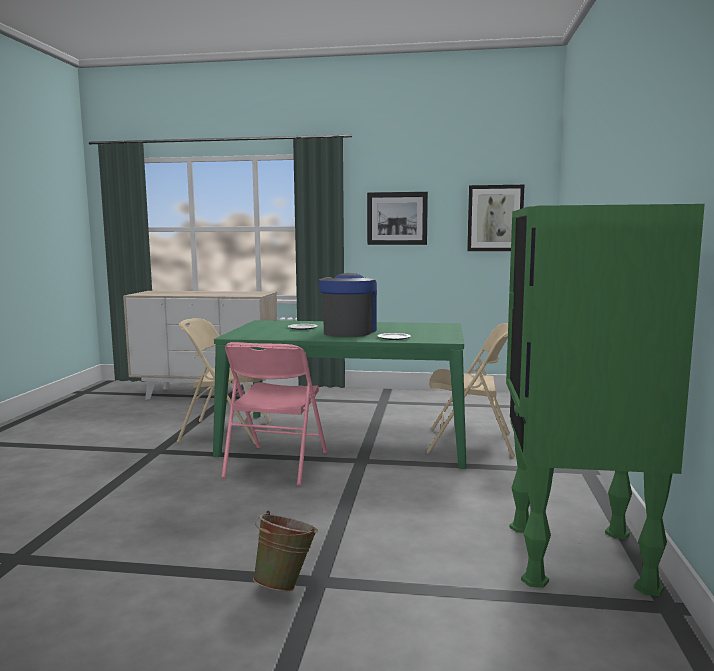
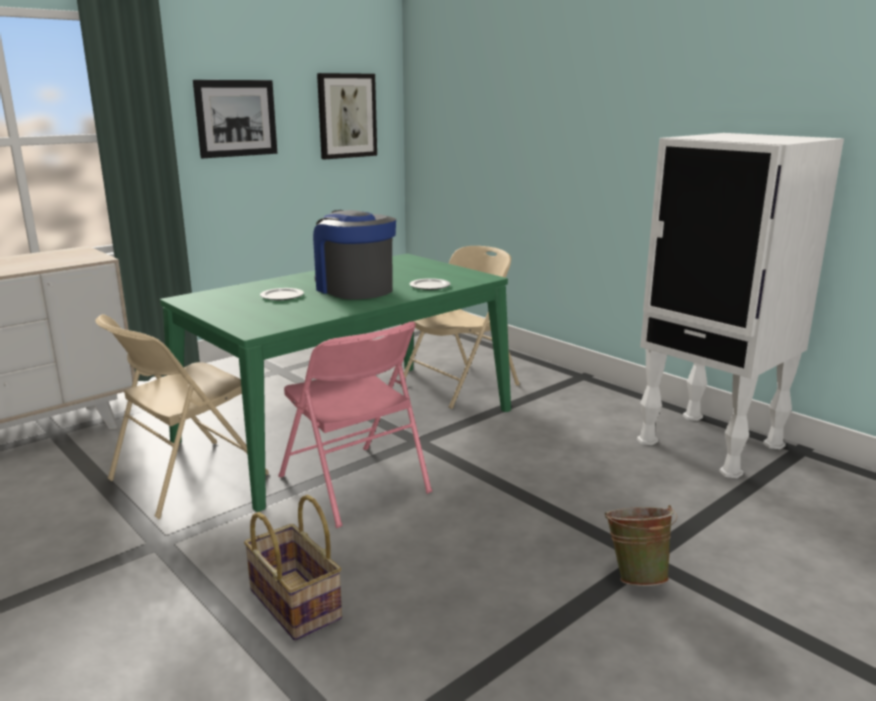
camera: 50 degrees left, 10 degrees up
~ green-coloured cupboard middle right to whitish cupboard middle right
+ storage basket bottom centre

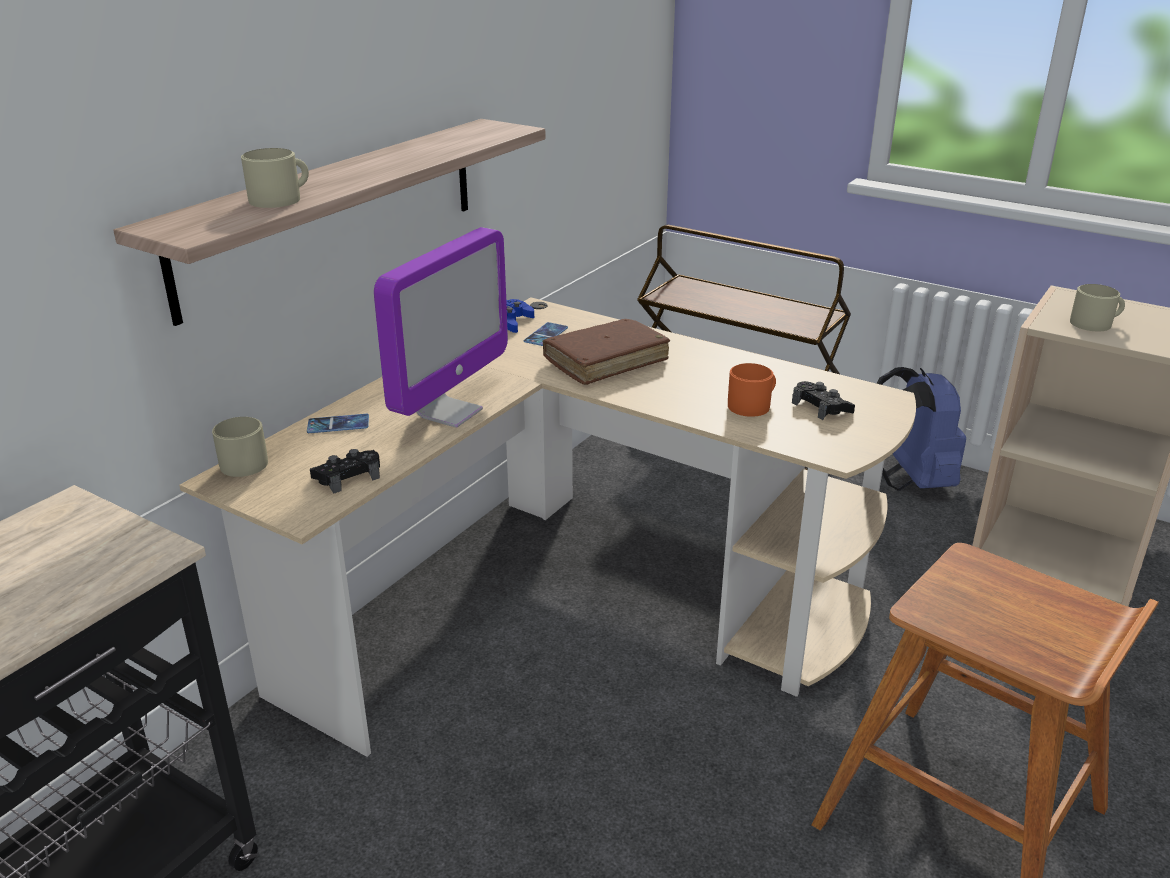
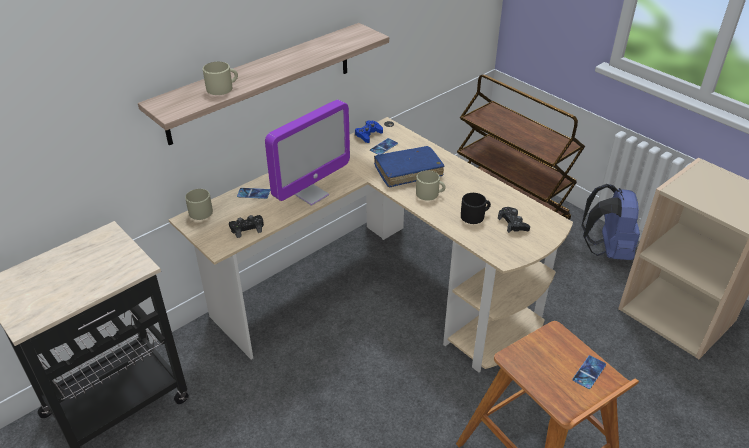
camera: 15 degrees right, 10 degrees up
~ brown-coloured bound book centre to blue-coloured bound book centre
~ orange coffee mug centre to black-coloured coffee mug centre
~ sand-coloured coffee mug (no. 3 from left) middle right to centre
+ telephone (no. 3 from left) bottom right

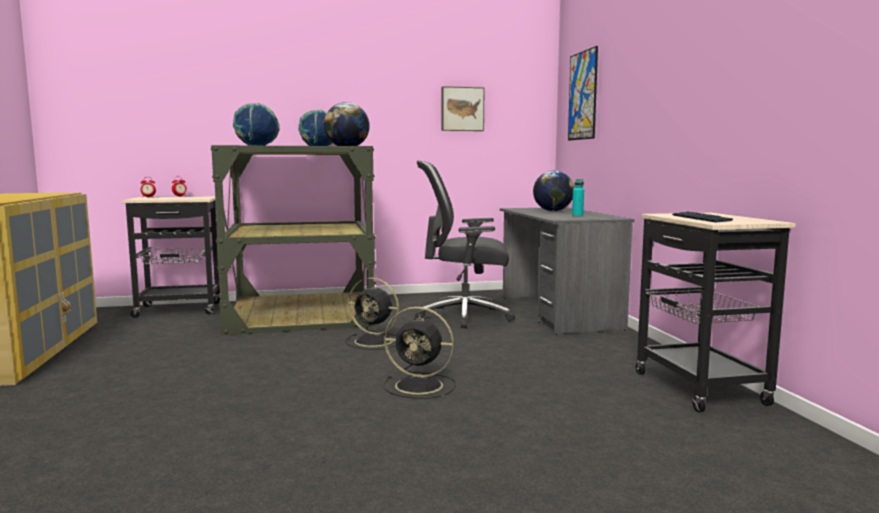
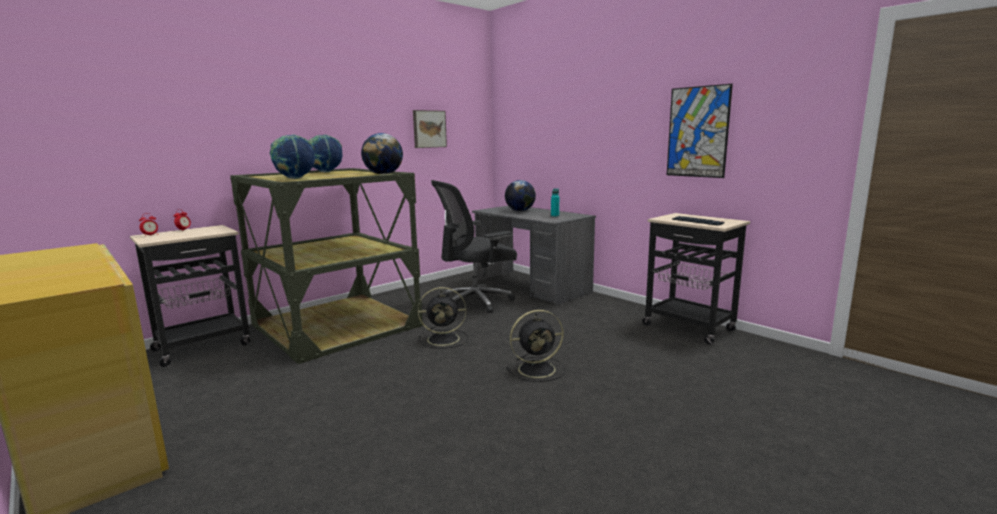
camera: 30 degrees left, 5 degrees up
~ picture (no. 2 from left) top centre to top right

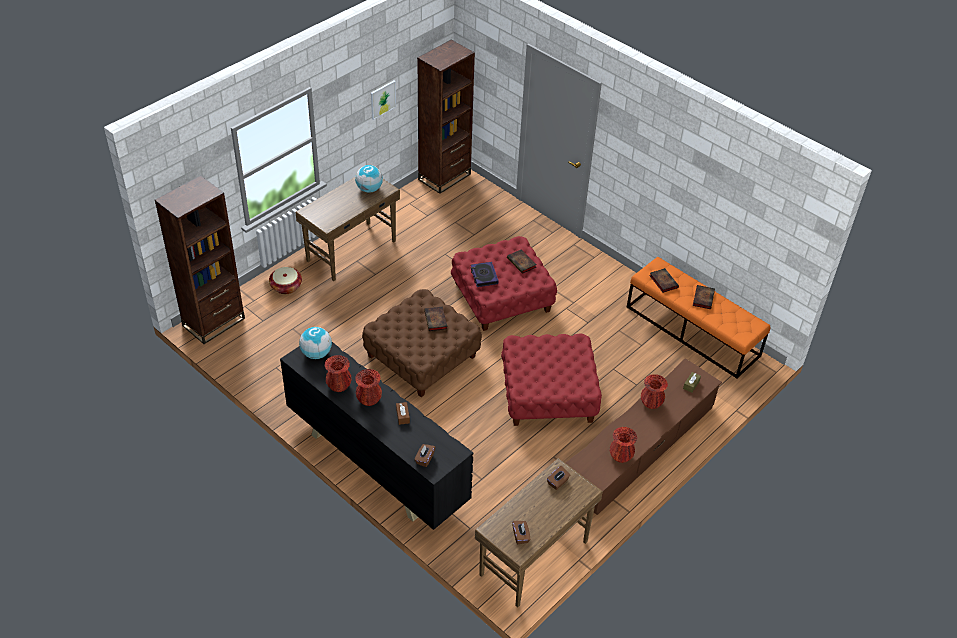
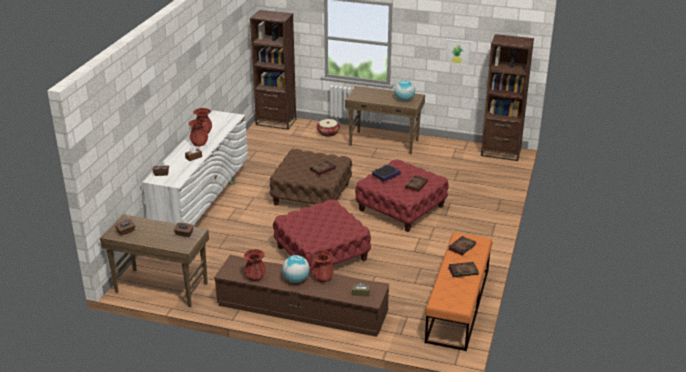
camera: 65 degrees right, 15 degrees down
~ black-coloured cupboard bottom centre to whitish cupboard middle left
~ globe (no. 1 from left) middle left to bottom centre

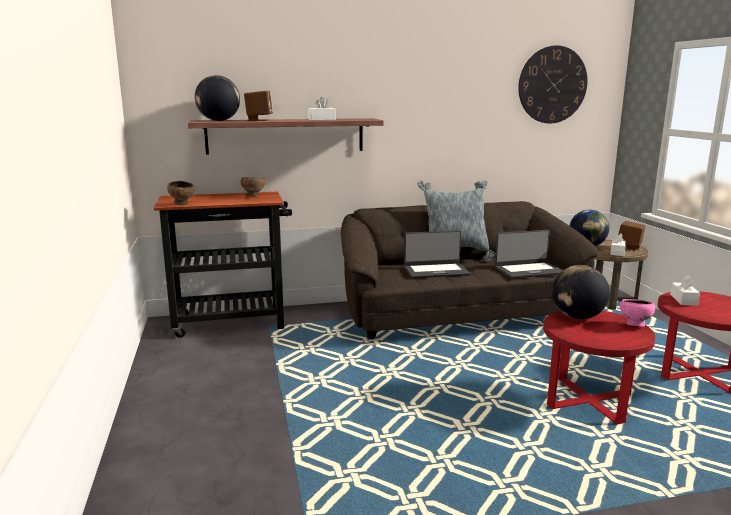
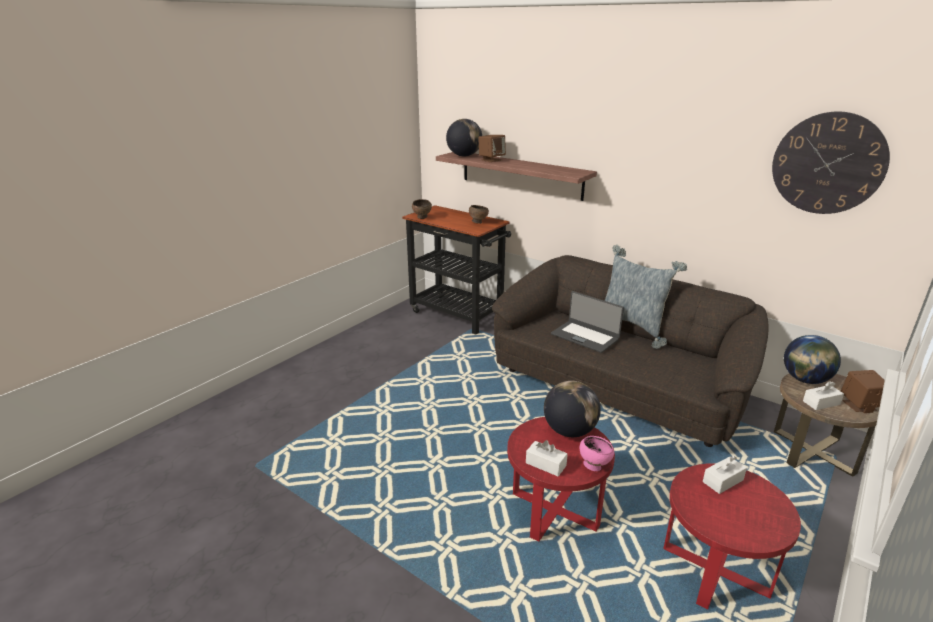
camera: 50 degrees right, 10 degrees up
~ whitish tissue box (no. 1 from left) top centre to bottom centre
- portable computer (no. 2 from left) middle right

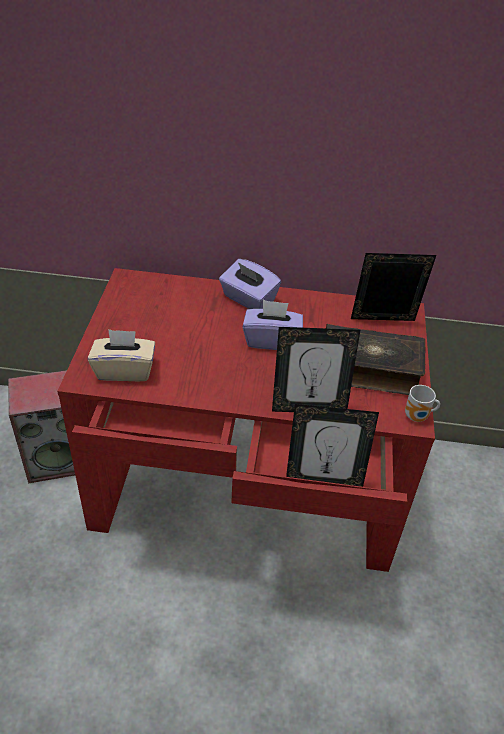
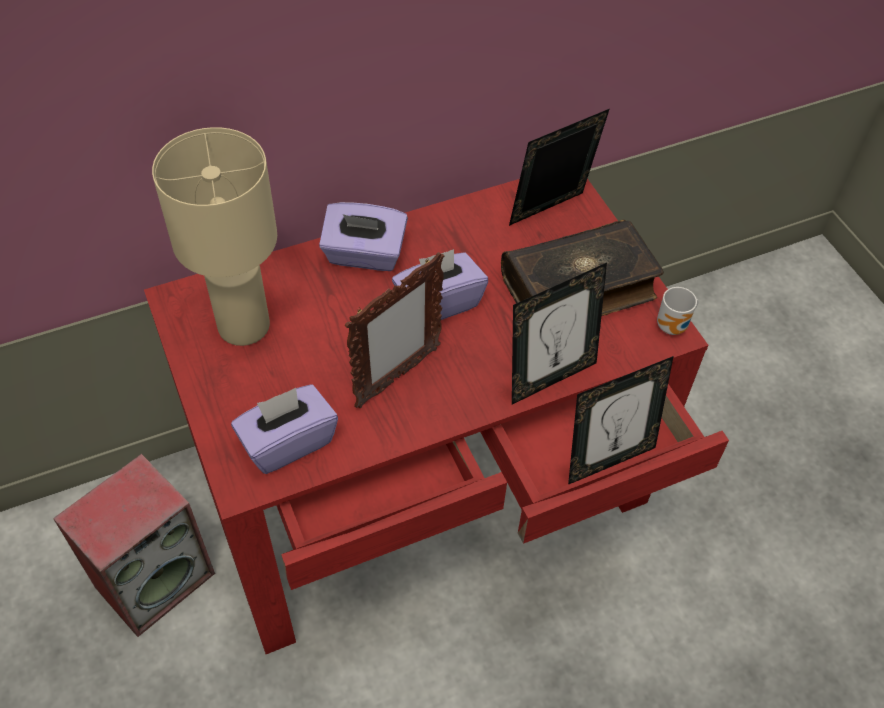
camera: 30 degrees left, 10 degrees up
~ sand-coloured tissue box middle left to purplish tissue box (no. 1 from left) middle left
+ sand-coloured tabletop lamp middle left
+ picture frame (no. 1 from left) centre

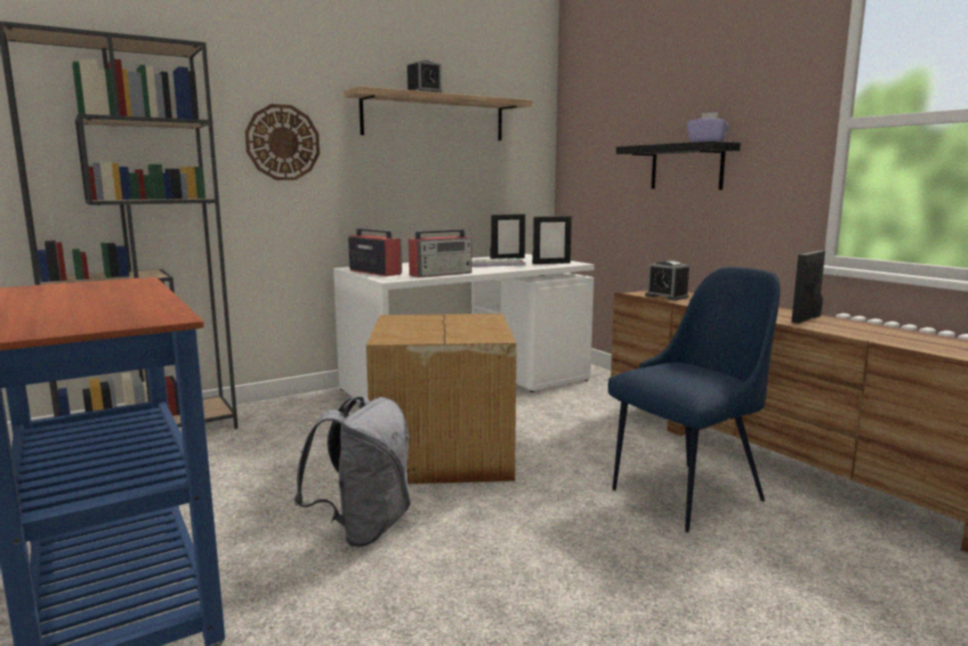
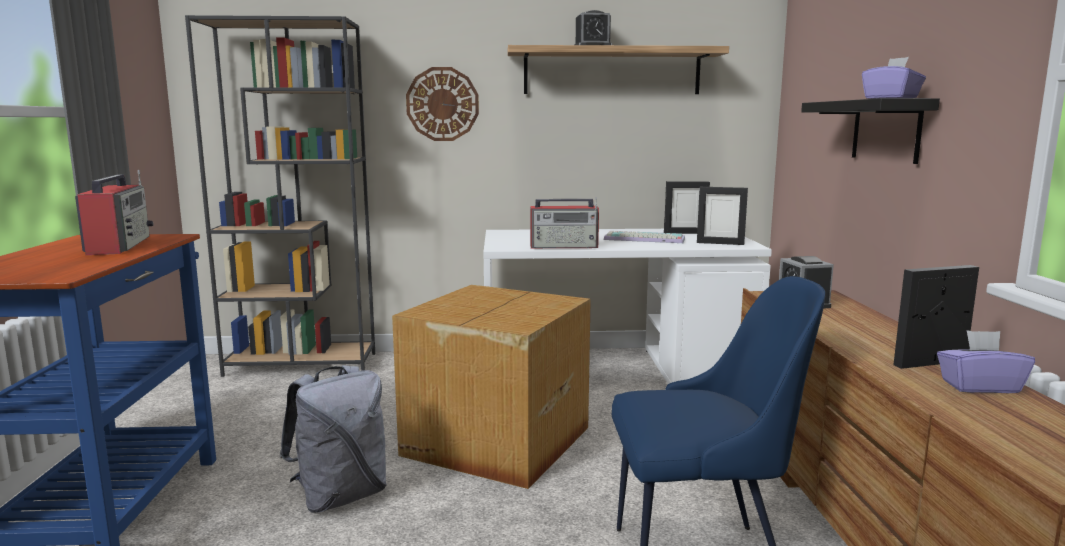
camera: 30 degrees right, 0 degrees up
~ radio receiver (no. 1 from left) centre to middle left
+ purplish tissue box (no. 2 from left) middle right

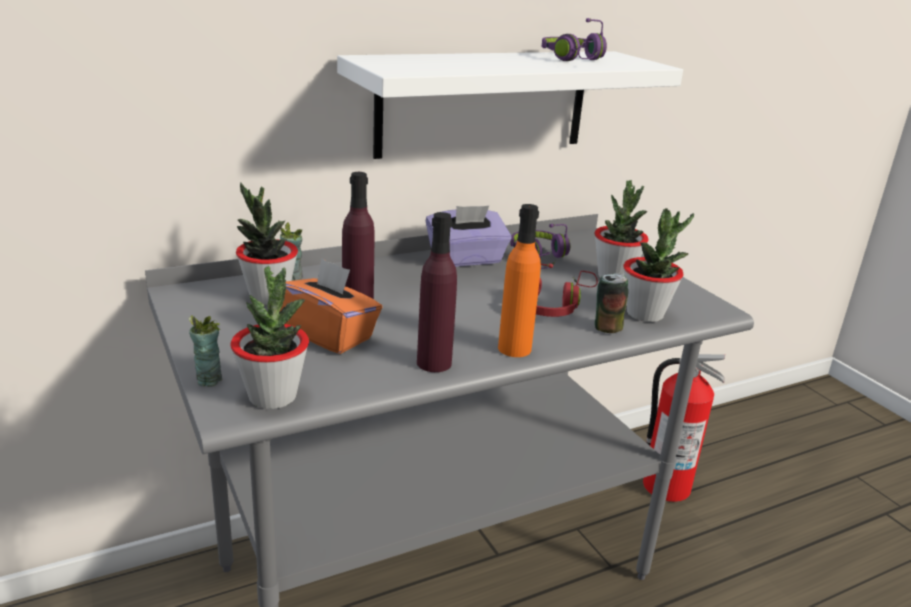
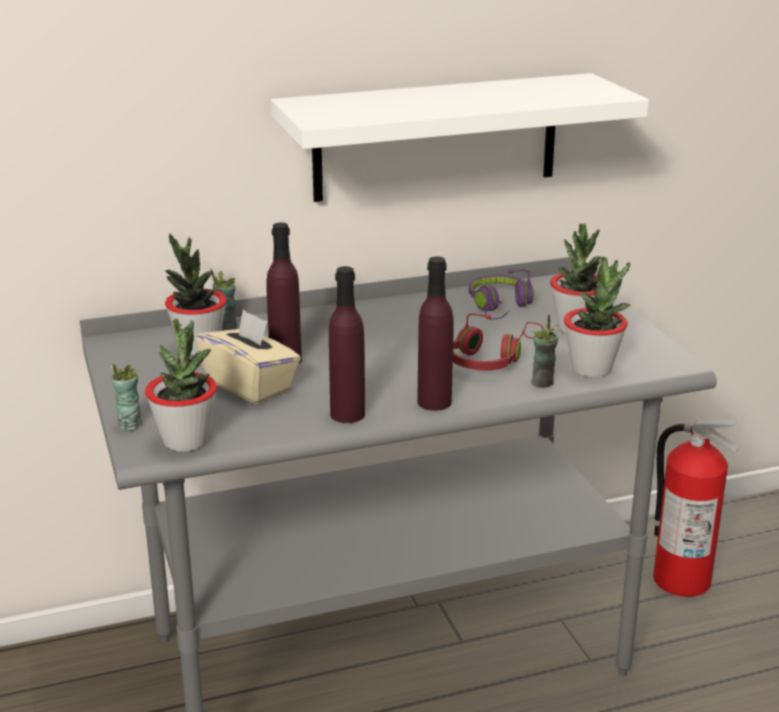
camera: 10 degrees right, 0 degrees up
~ orange tissue box centre to sand-coloured tissue box middle left
- purplish tissue box centre
~ orange beverage bottle centre to purplish beverage bottle (no. 3 from left) centre
- purplish headphones (no. 2 from left) top centre
~ sealed can middle right to cup (no. 3 from left) middle right

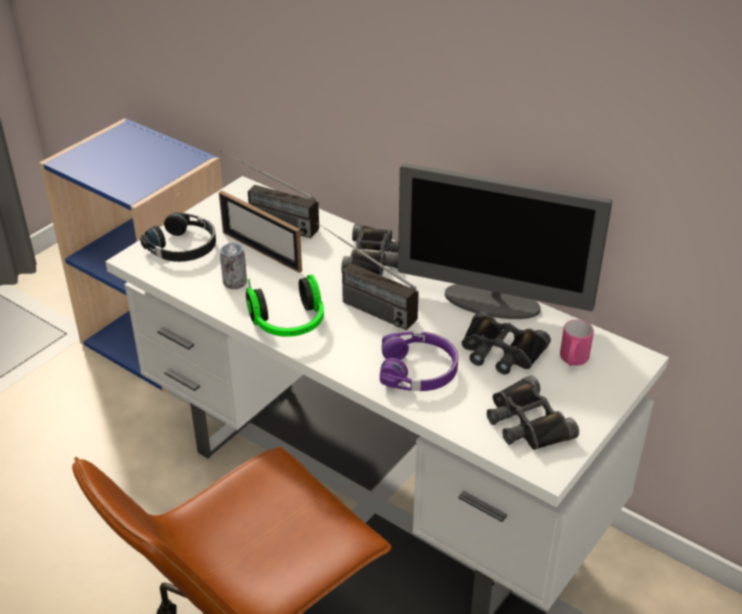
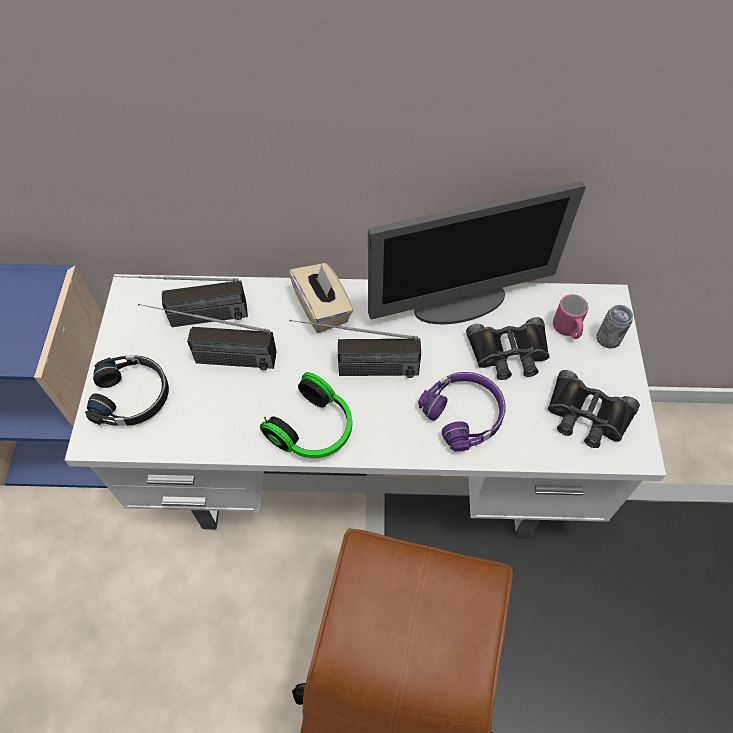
camera: 35 degrees left, 20 degrees up
~ picture frame centre to radio receiver (no. 2 from left) middle left
~ sealed can middle left to middle right
~ black-coloured field glasses (no. 1 from left) centre to sand-coloured tissue box centre

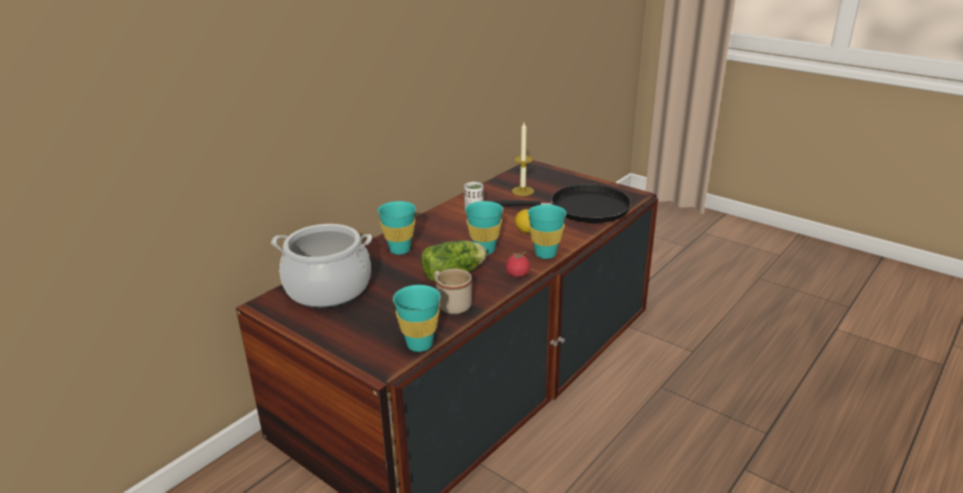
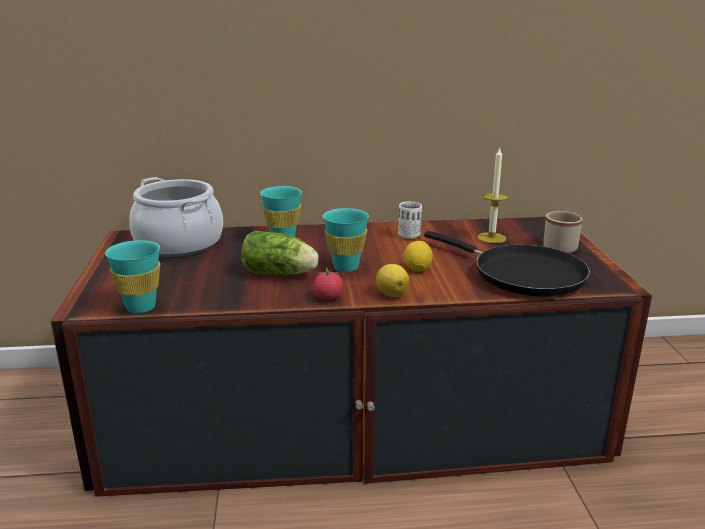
camera: 45 degrees right, 5 degrees down
~ sand-coloured coffee mug centre to middle right
~ turquoise-coloured cup (no. 4 from left) centre to lemon (no. 1 from left) centre

